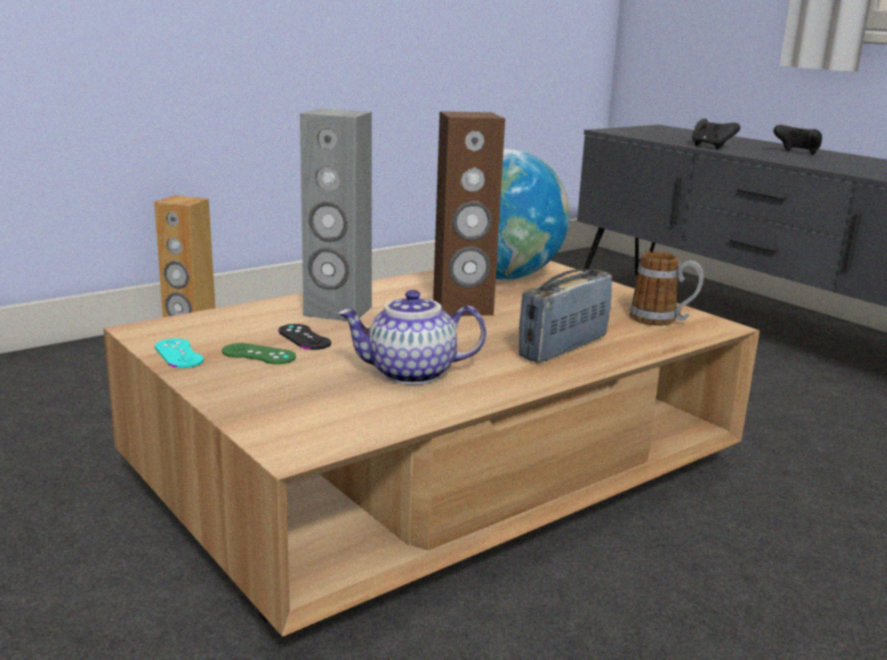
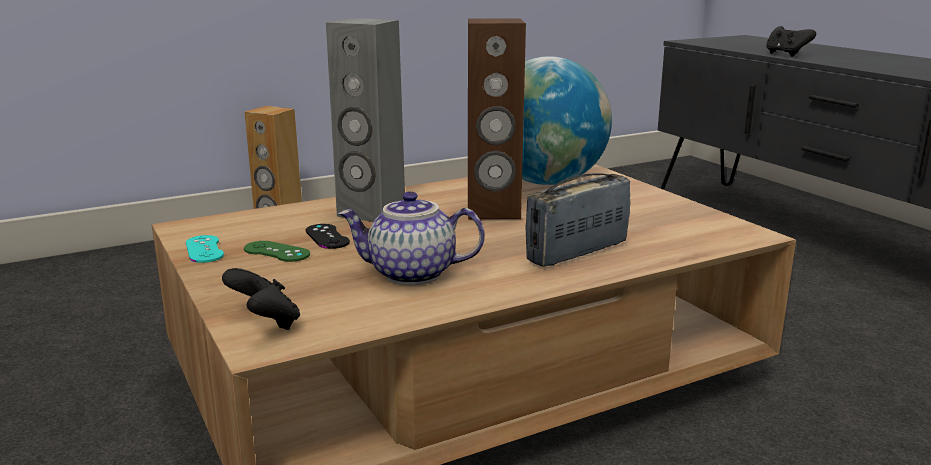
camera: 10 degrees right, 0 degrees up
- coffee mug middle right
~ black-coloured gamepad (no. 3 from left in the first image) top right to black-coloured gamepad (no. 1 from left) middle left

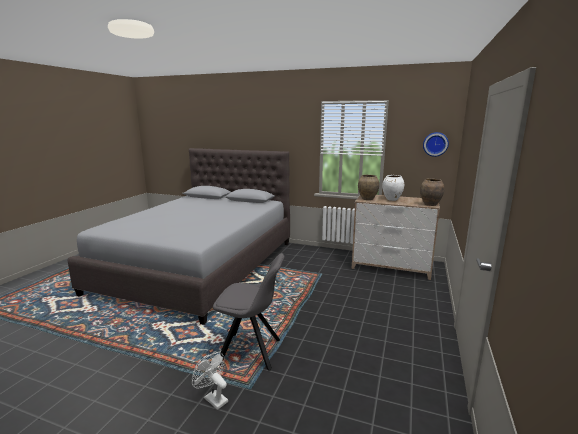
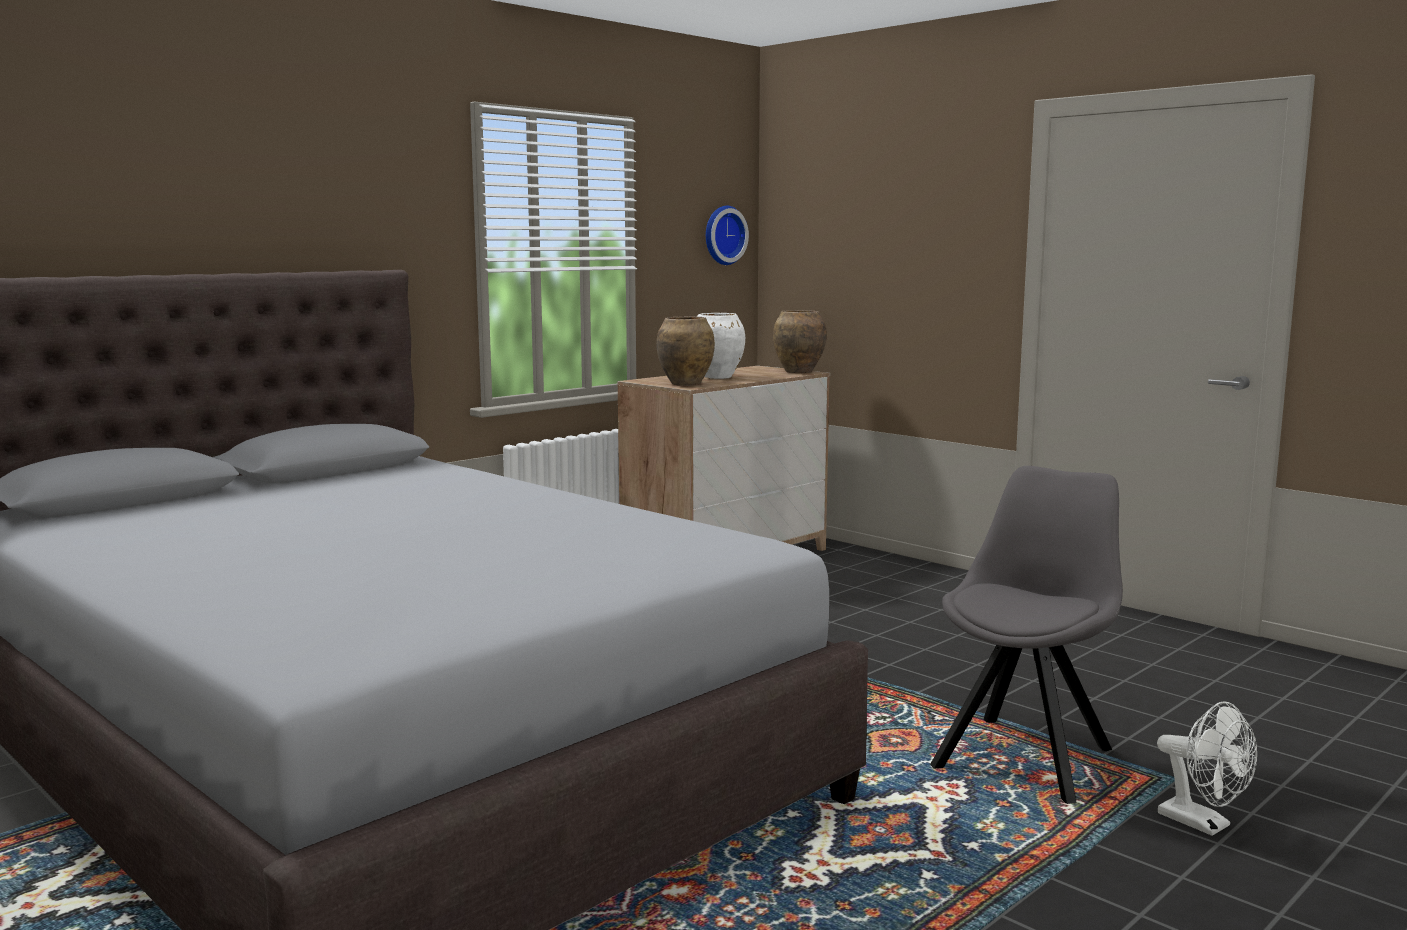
camera: 65 degrees left, 5 degrees down
~ whitish fan bottom centre = bottom right 105 degrees counterclockwise

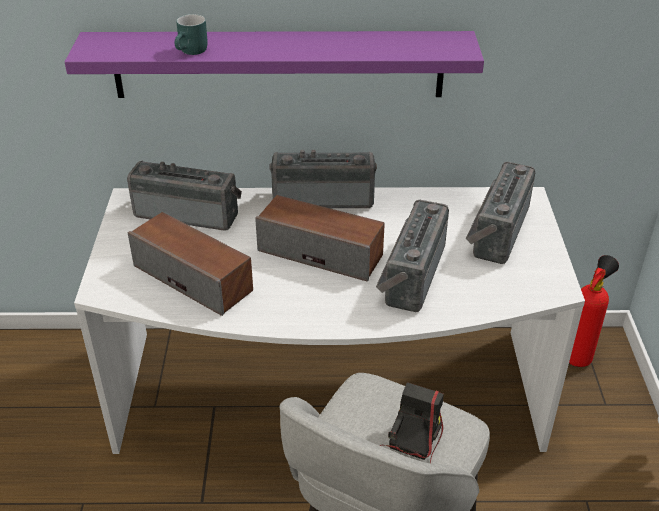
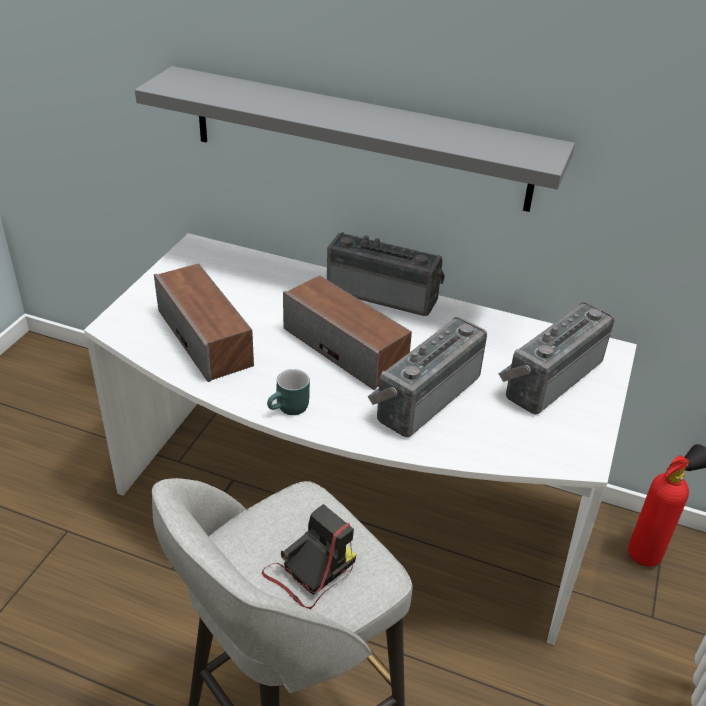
camera: 20 degrees right, 0 degrees up
~ purplish bracket shelf top centre to greyish bracket shelf top centre
- radio receiver (no. 1 from left) middle left
~ turquoise-coloured coffee mug top left to centre

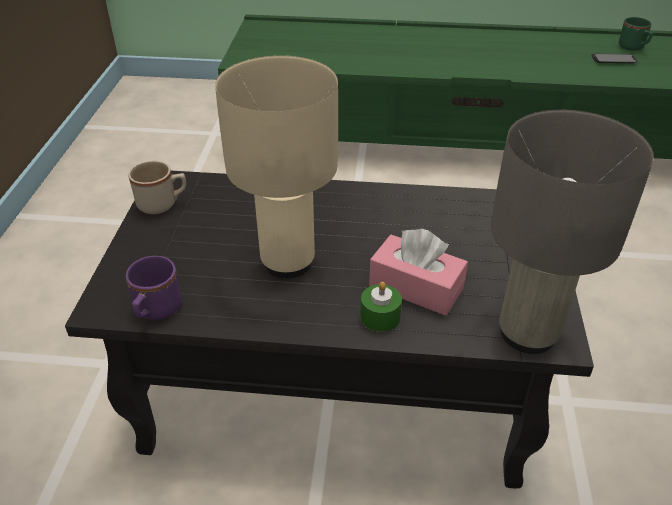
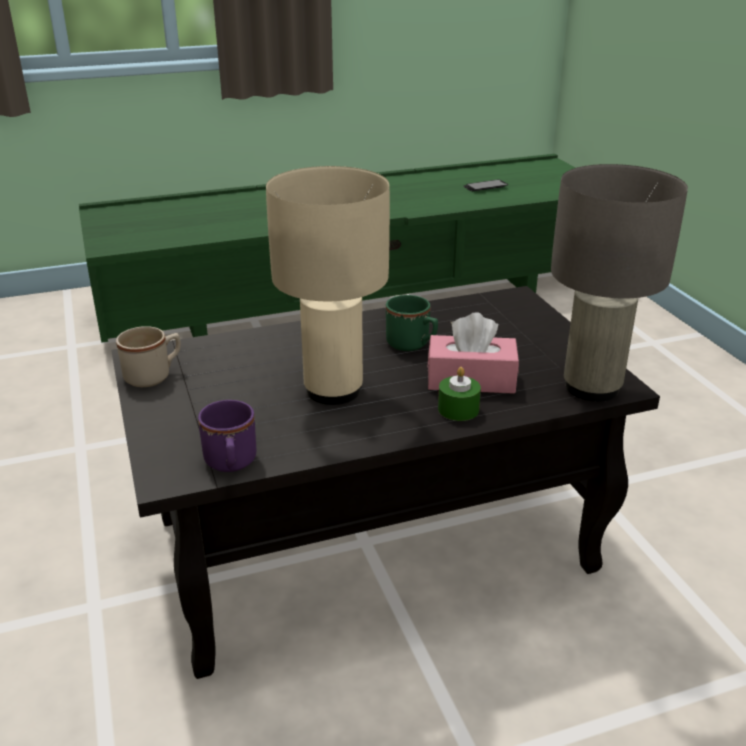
camera: 25 degrees left, 10 degrees down
~ green-coloured coffee mug top right to centre

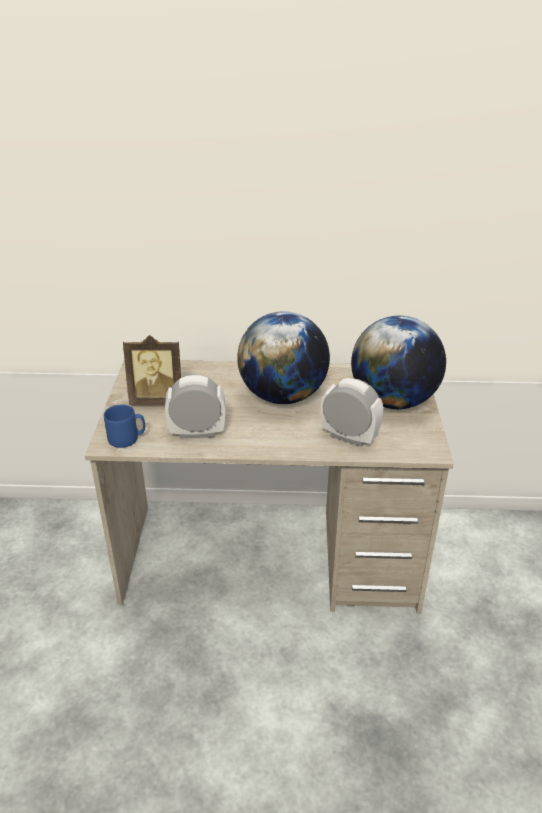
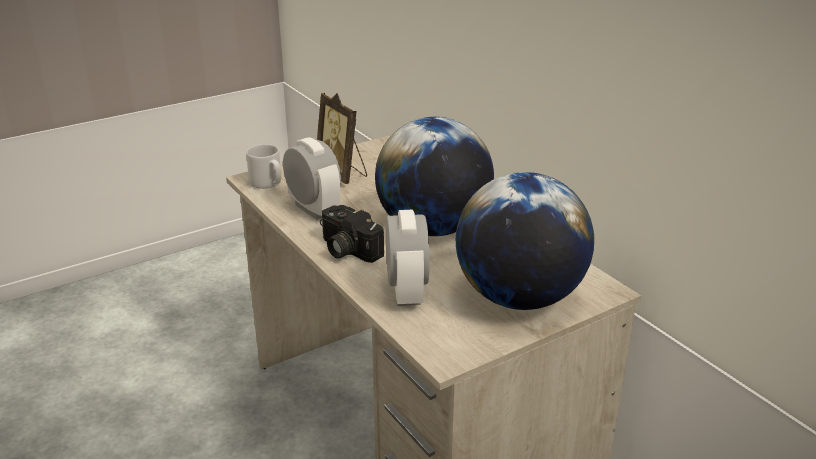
camera: 55 degrees right, 5 degrees down
~ blue-coloured coffee mug middle left to greyish coffee mug middle left
+ still camera centre

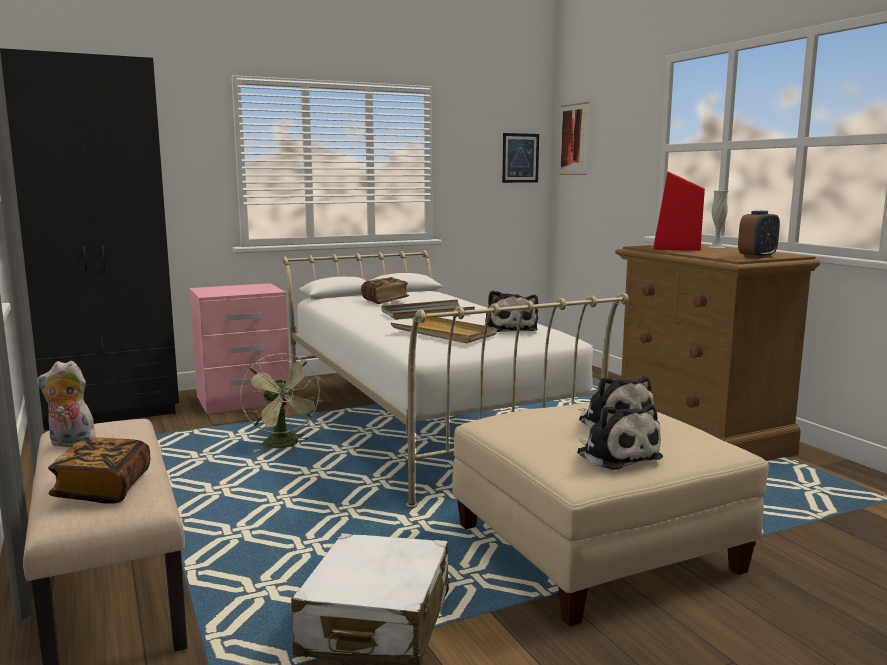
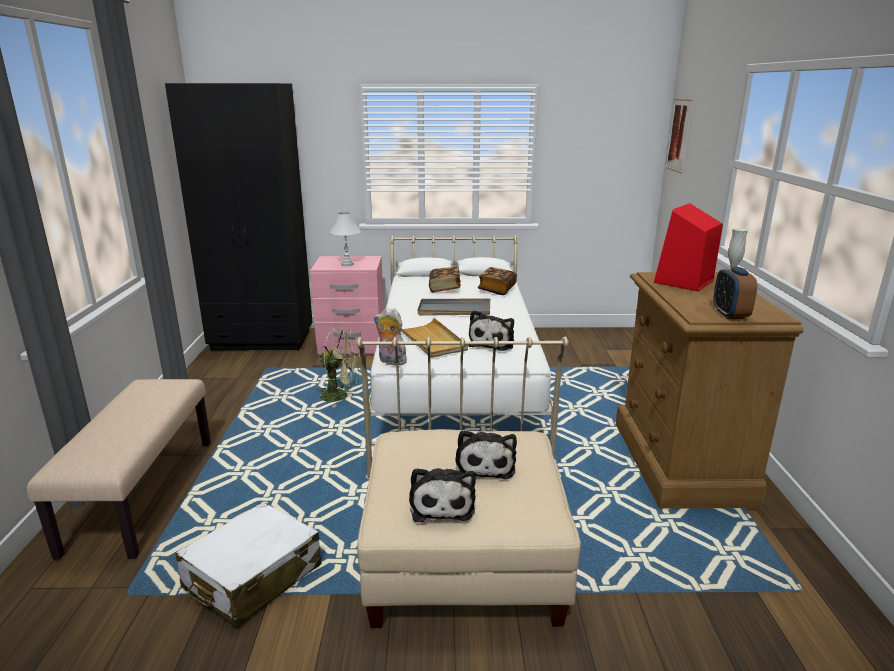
camera: 25 degrees right, 10 degrees up
~ cuddly toy (no. 1 from left) middle left to centre
~ bound book (no. 1 from left in the first image) bottom left to bound book (no. 2 from left) centre
~ green-coloured fan middle left = centre 75 degrees counterclockwise
- picture (no. 1 from left) top centre
~ alarm clock middle right = middle right 105 degrees clockwise
+ whitish tabletop lamp centre

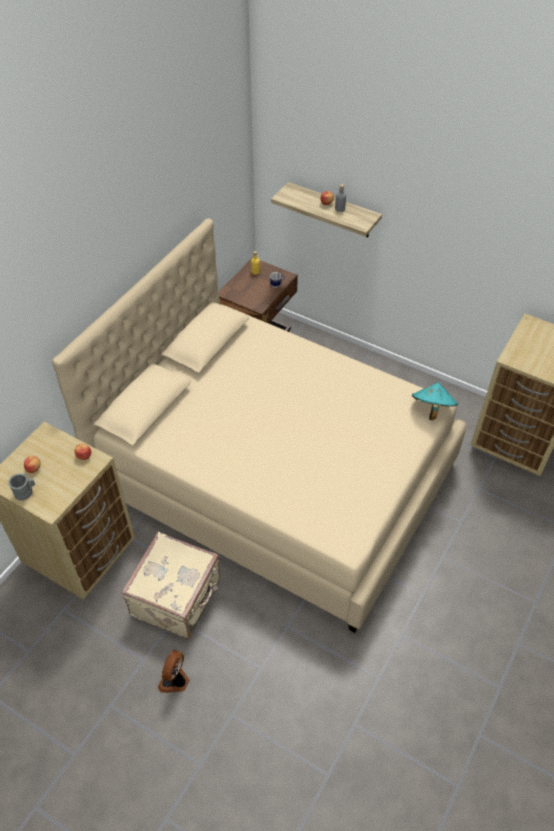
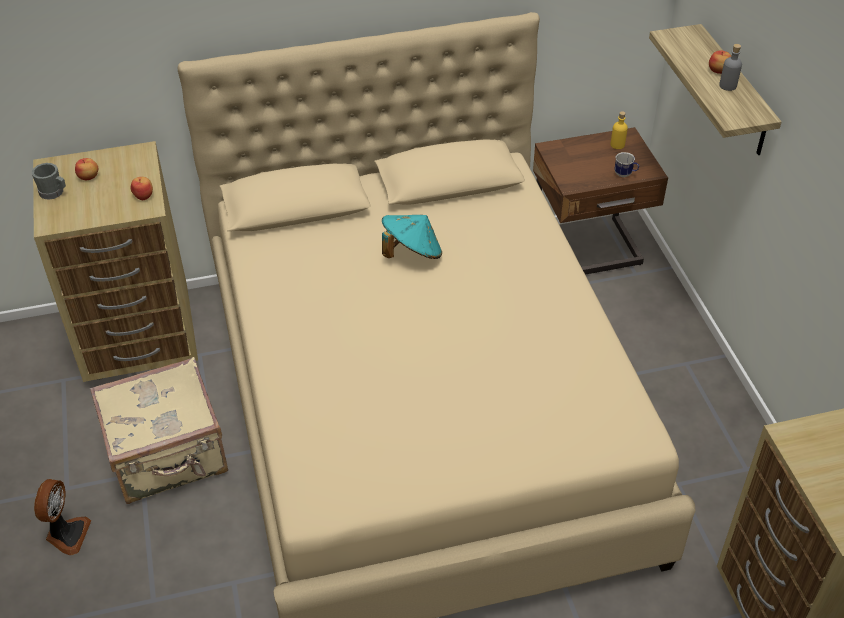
camera: 45 degrees right, 5 degrees down
~ fan bottom left = bottom left 120 degrees clockwise
~ turquoise-coloured clothing hat middle right to centre

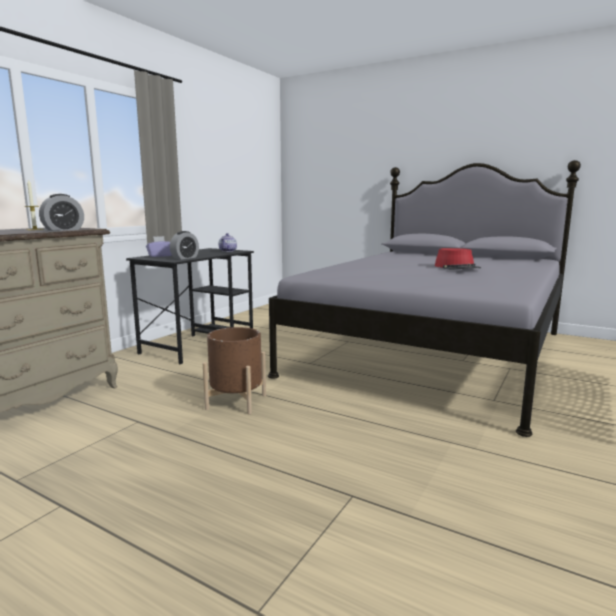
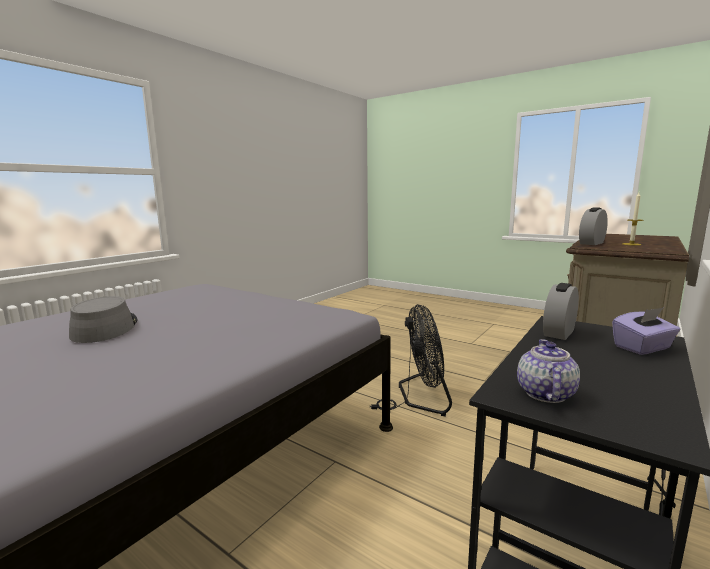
camera: 175 degrees left, 0 degrees up
~ brown-coloured plant pot centre to black-coloured fan centre
~ red clothing hat middle right to greyish clothing hat middle left

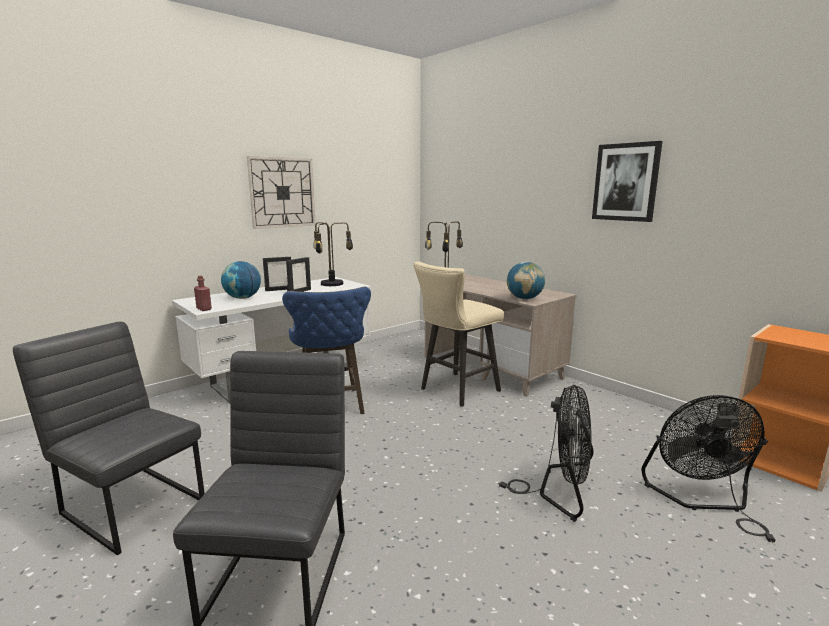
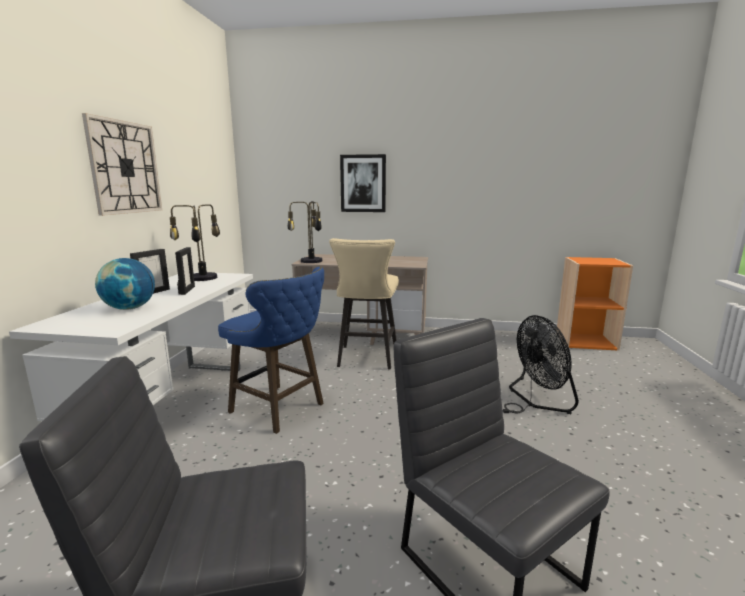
camera: 40 degrees left, 0 degrees up
- red beverage bottle middle left
- globe (no. 2 from left) centre
~ picture top right to top centre
- black-coloured fan (no. 2 from left) bottom right

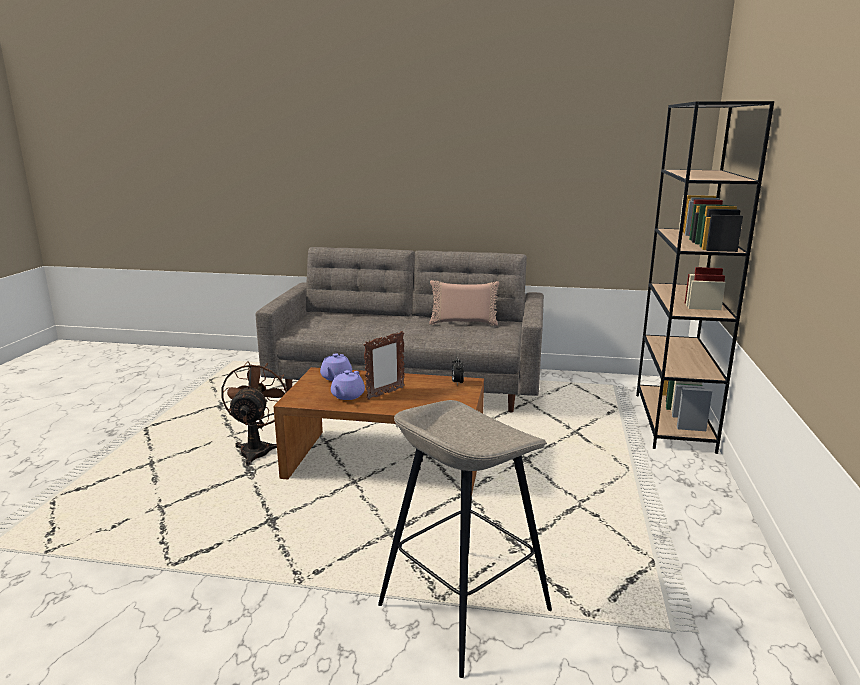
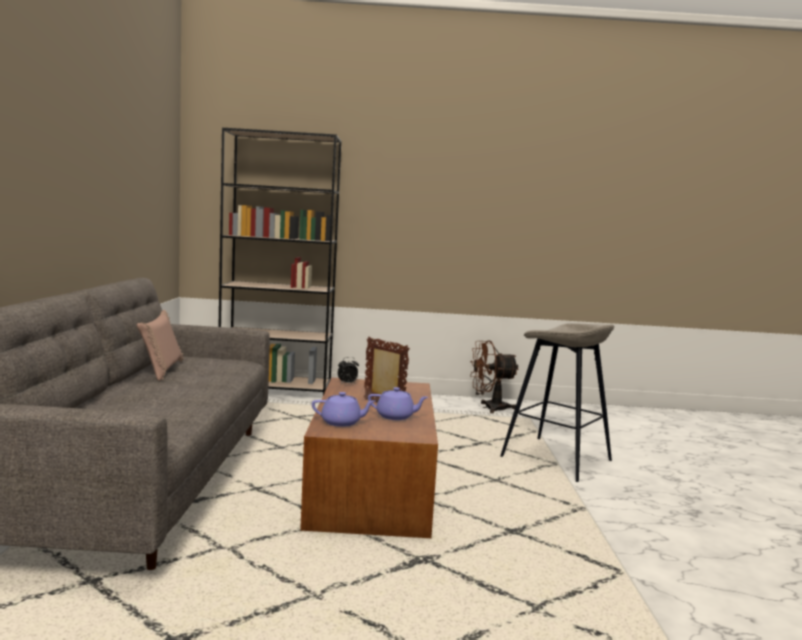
camera: 100 degrees left, 10 degrees down
~ brown-coloured fan middle left to centre

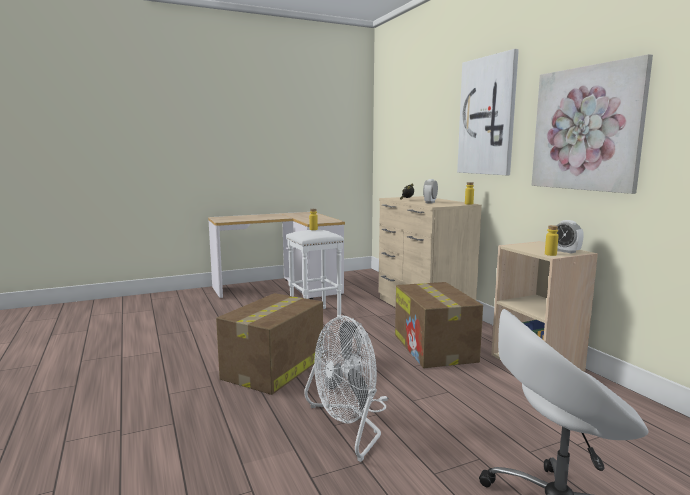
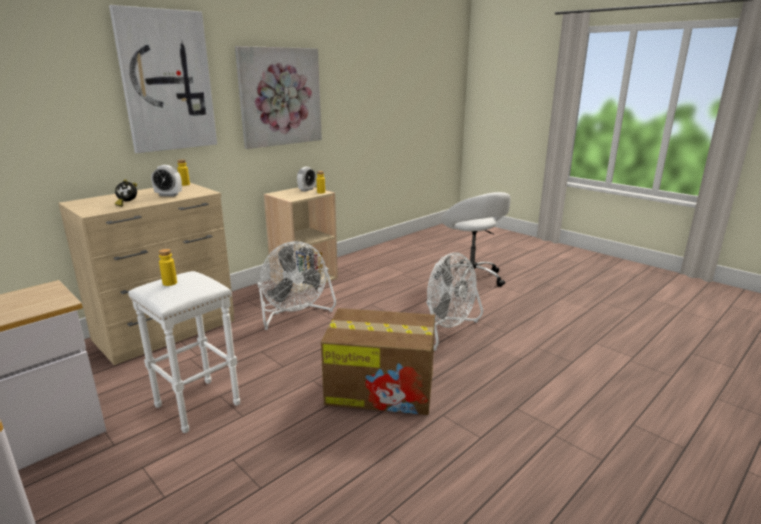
camera: 110 degrees left, 10 degrees up
~ carton (no. 2 from left) centre to whitish fan (no. 1 from left) centre

